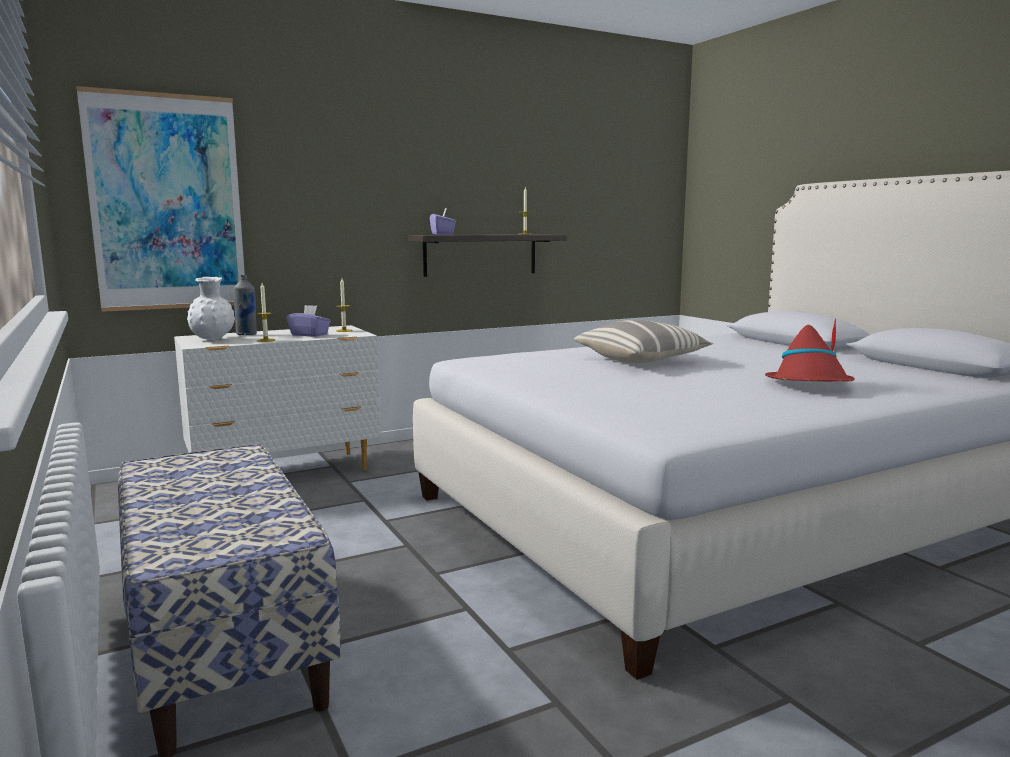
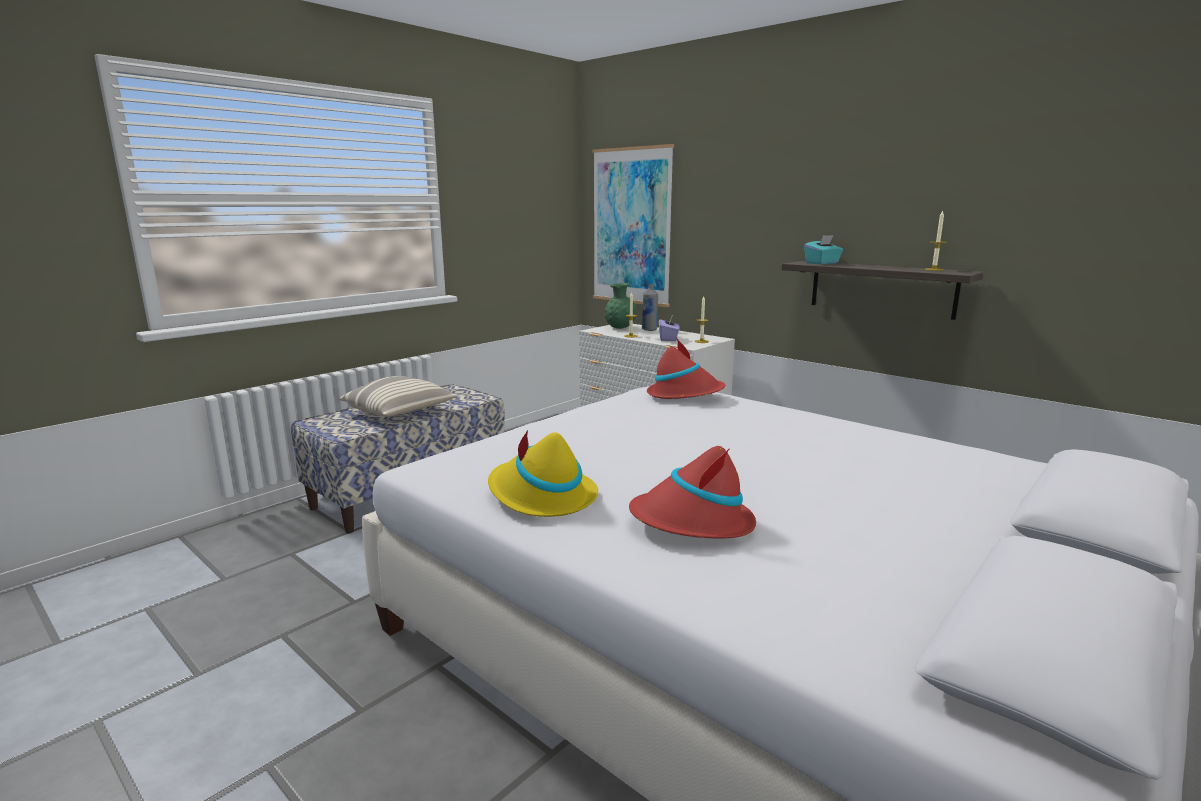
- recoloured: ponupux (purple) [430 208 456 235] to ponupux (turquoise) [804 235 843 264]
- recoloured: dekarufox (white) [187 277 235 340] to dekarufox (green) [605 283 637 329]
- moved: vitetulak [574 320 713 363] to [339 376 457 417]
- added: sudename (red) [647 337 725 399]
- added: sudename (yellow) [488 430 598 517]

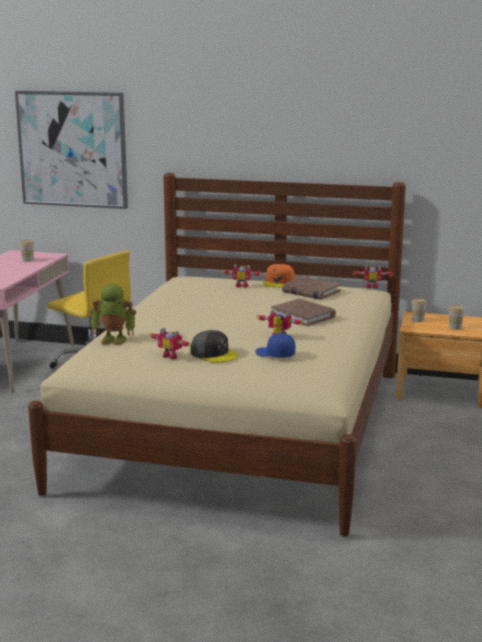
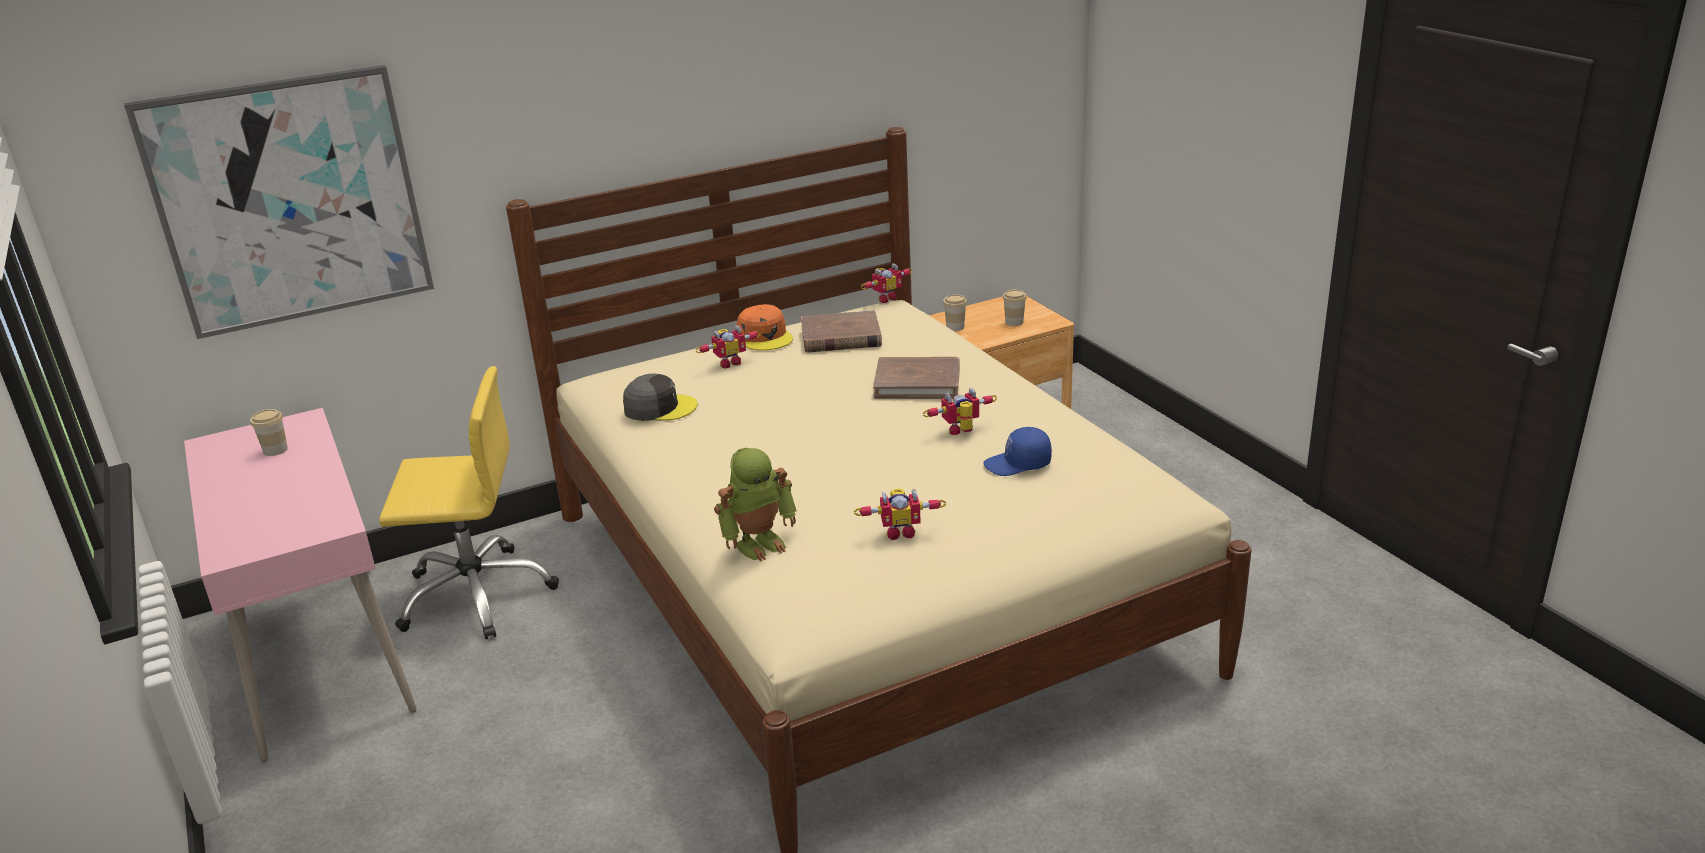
- moved: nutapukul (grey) [191 330 238 362] to [623 373 698 421]

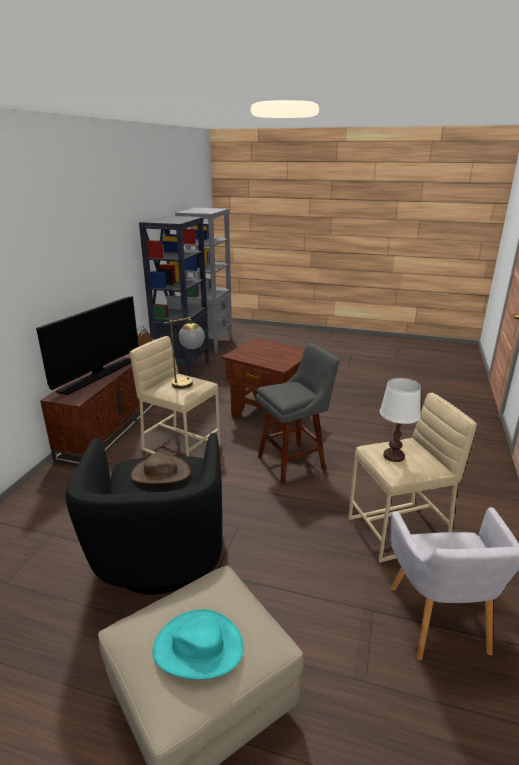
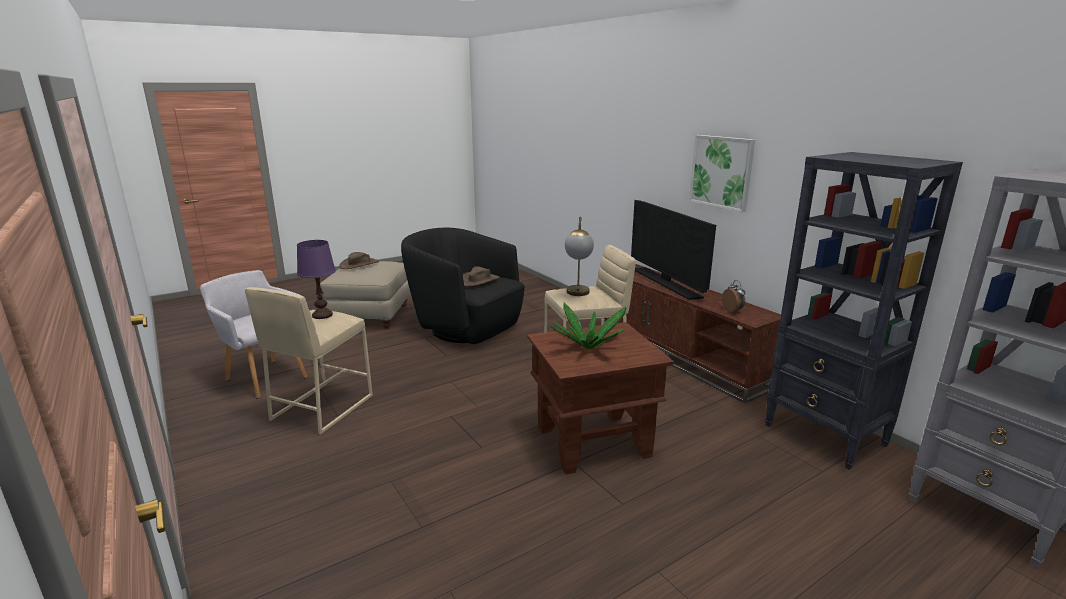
- removed: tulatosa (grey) [256 343 339 484]
- recoloured: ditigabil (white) [380 378 421 462] to ditigabil (purple) [297 240 336 319]
- recoloured: sudename (turquoise) [153 609 244 680] to sudename (brown) [339 252 380 269]
- added: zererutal [689 135 755 213]
- added: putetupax [550 302 627 349]

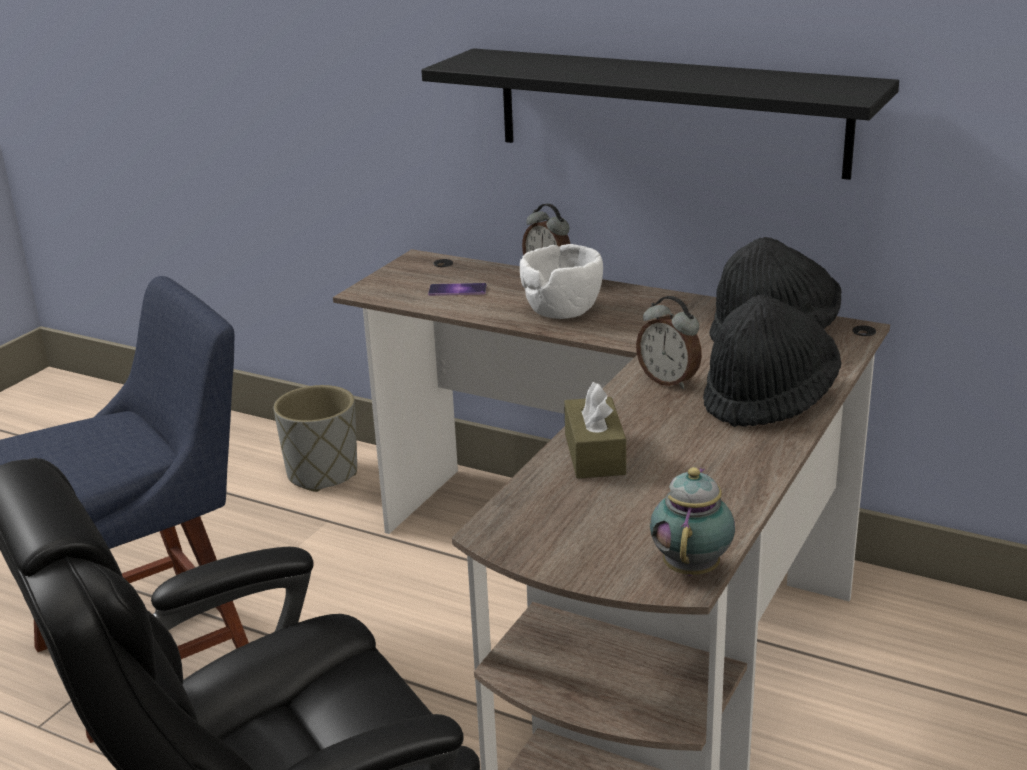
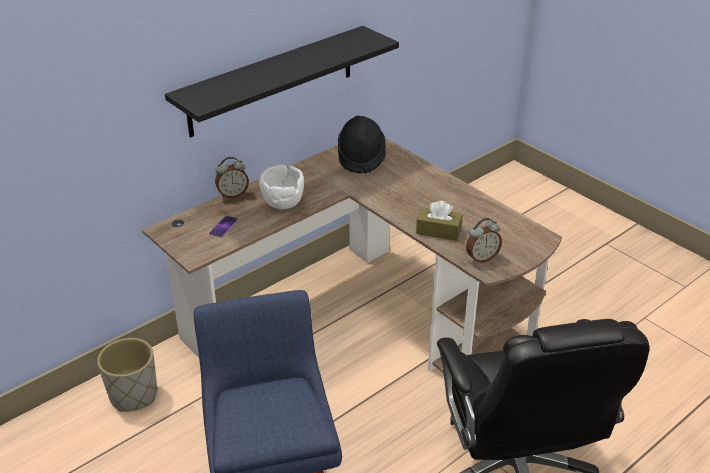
- removed: sudename (black) [703 295 841 427]
- moved: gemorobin [636 296 702 389] to [466 218 502 263]
- removed: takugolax [650 467 735 576]

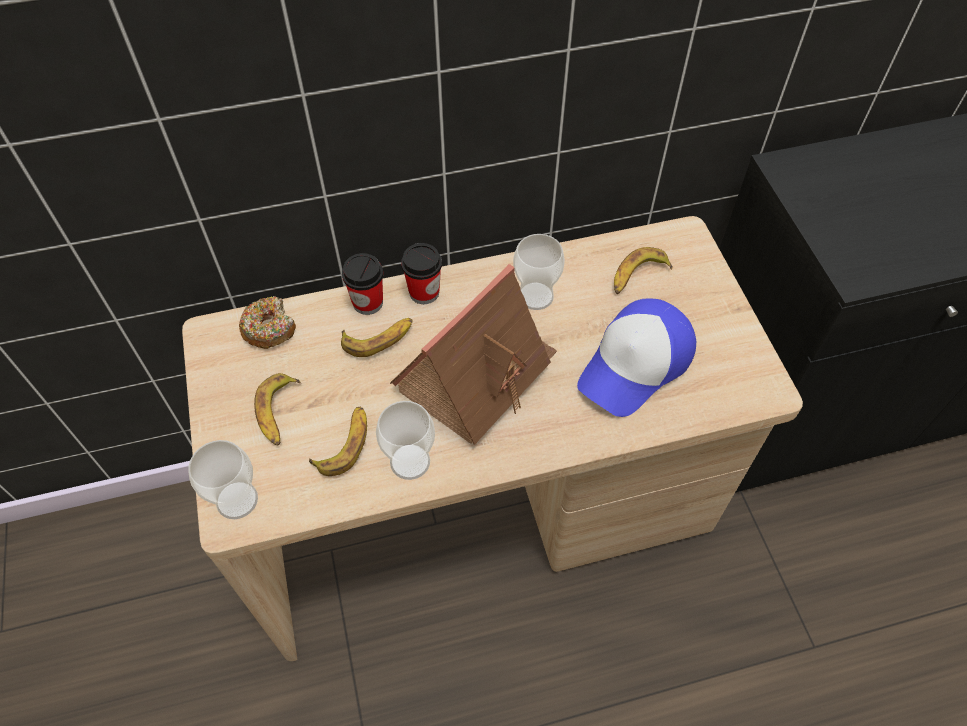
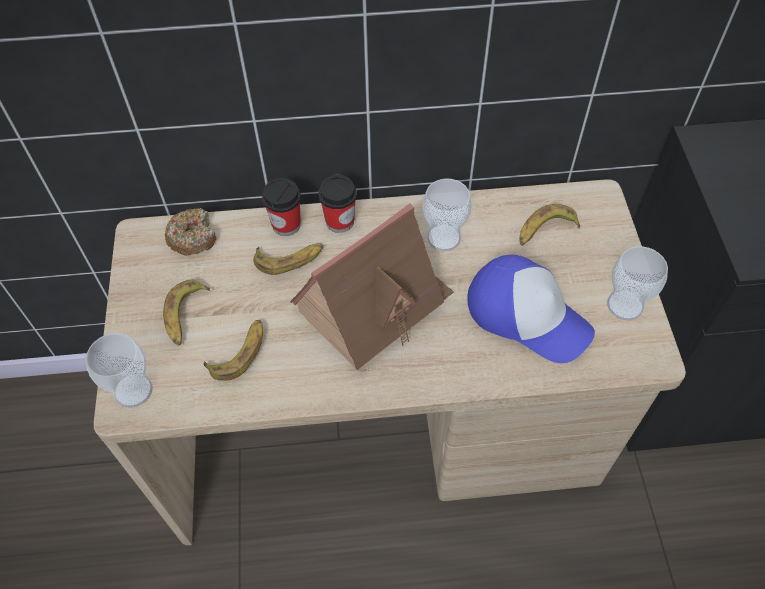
- turned: nutapukul [577 299 696 417] = [467 254 595 363] 105 degrees counterclockwise
- moved: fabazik [376 401 435 480] to [607 246 668 321]

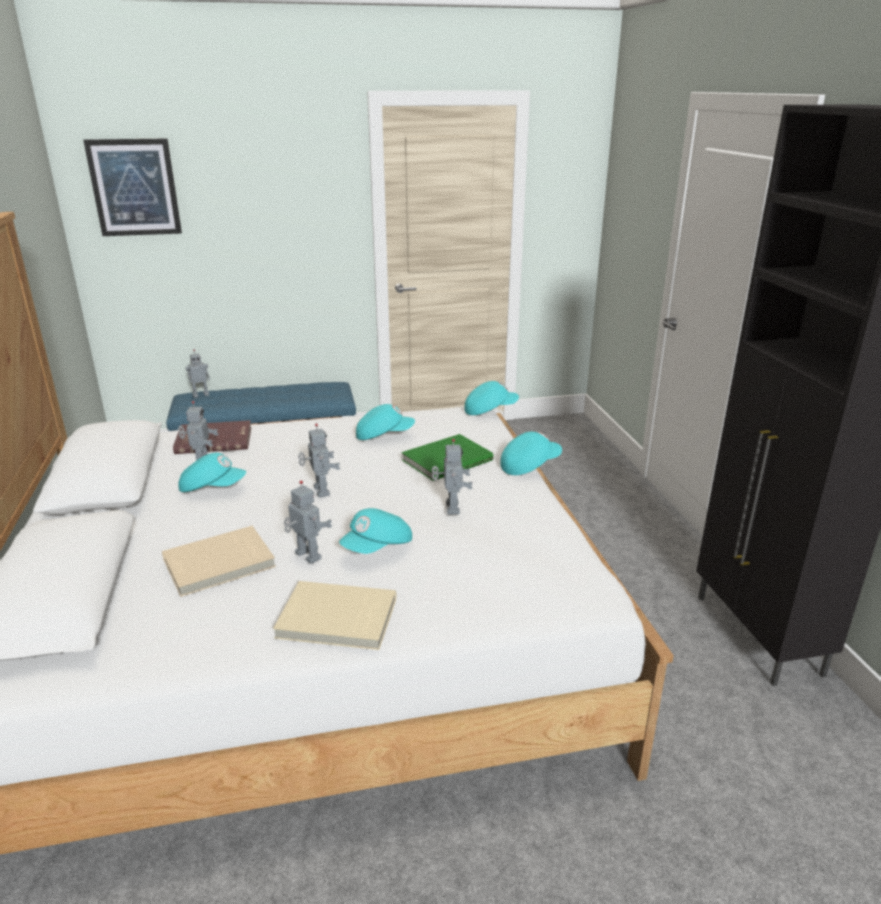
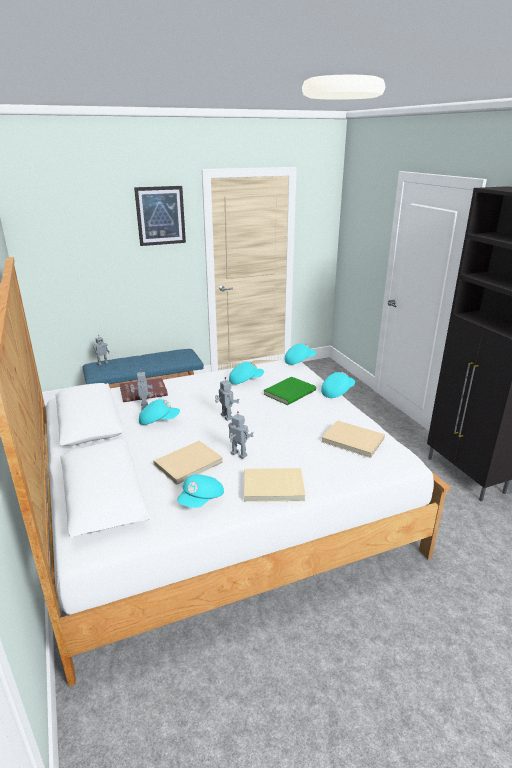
- moved: zererutal [83 138 182 236] to [134 186 186 246]
- removed: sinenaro [432 439 473 515]
- moved: nutapukul (turquoise) [339 508 412 554] to [177 474 224 508]
- added: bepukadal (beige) [322 420 385 458]

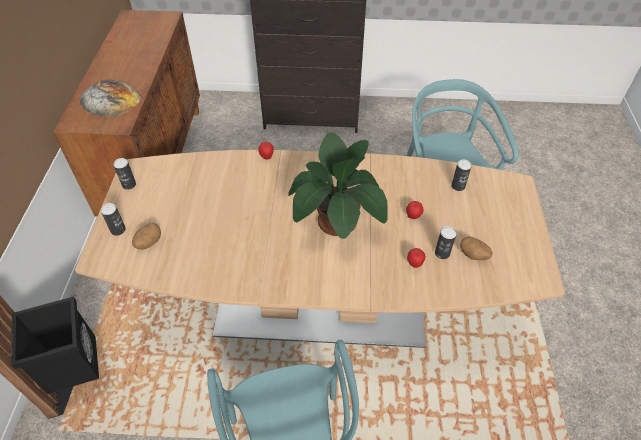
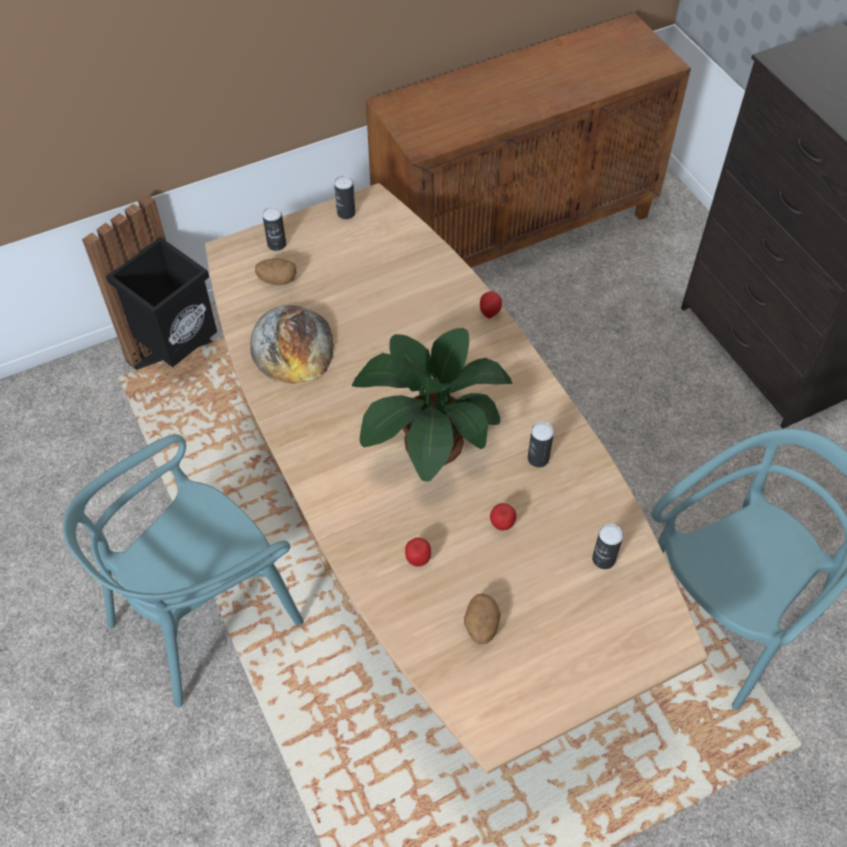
- moved: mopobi [80 79 141 117] to [250 305 334 384]
- moved: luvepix [435 226 457 259] to [527 422 554 467]

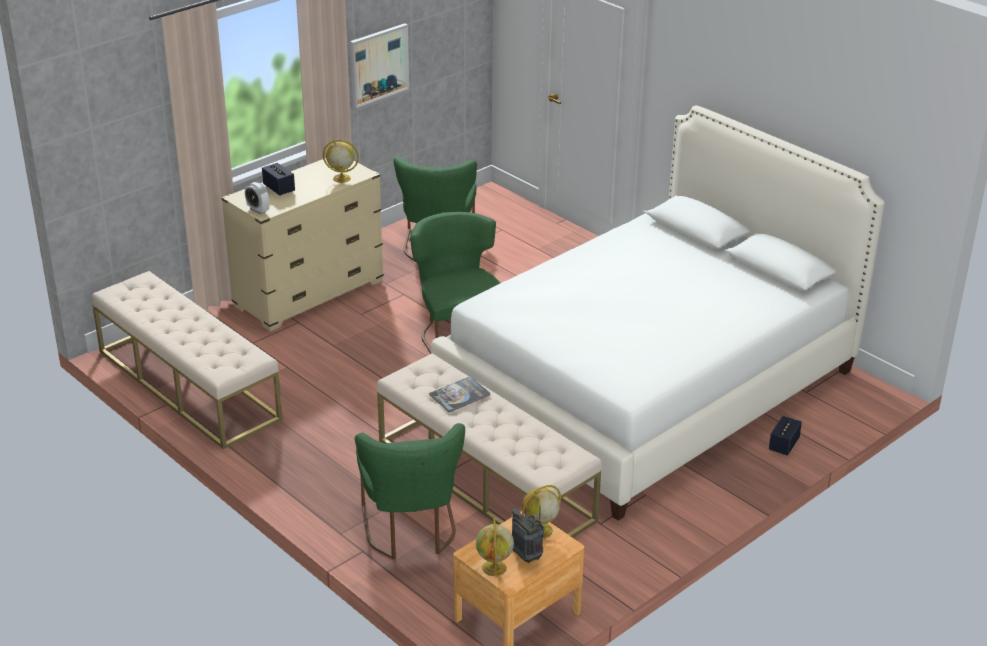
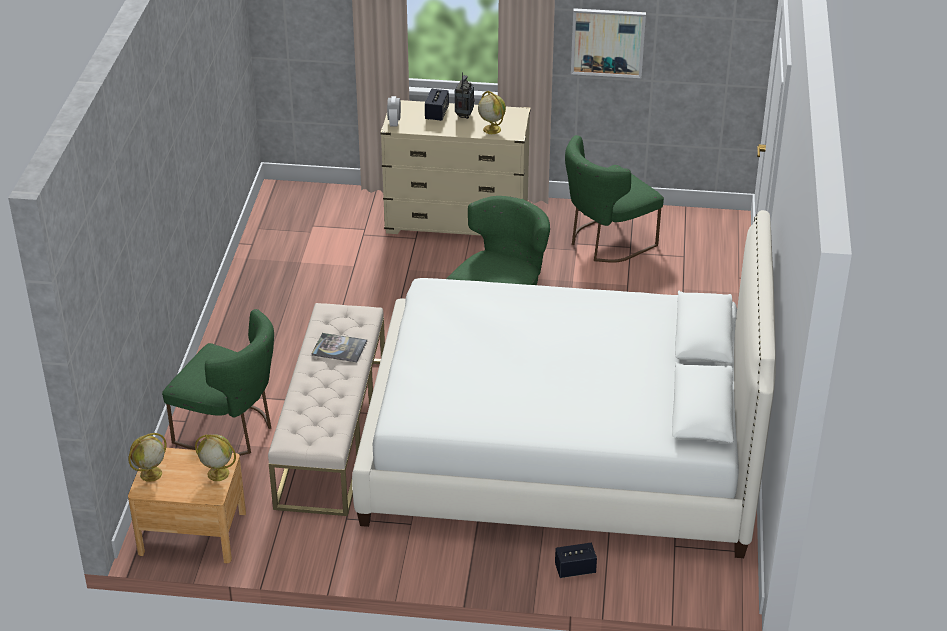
- removed: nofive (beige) [92 271 283 449]
- turned: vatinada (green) [355 423 465 560] = [162 309 274 456] 105 degrees counterclockwise
- moved: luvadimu [512 507 544 563] to [454 72 475 119]

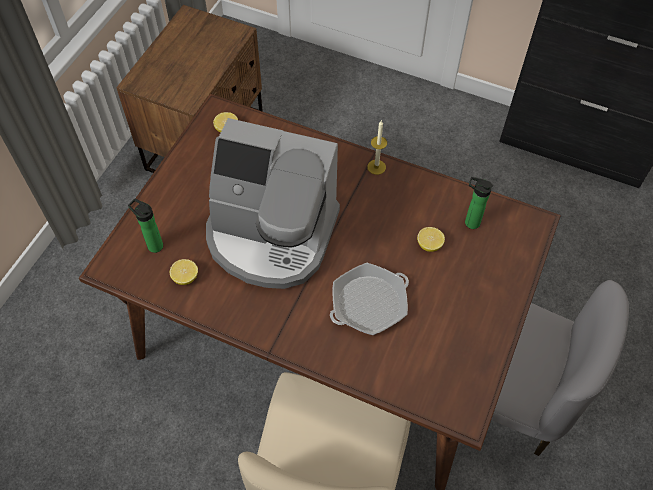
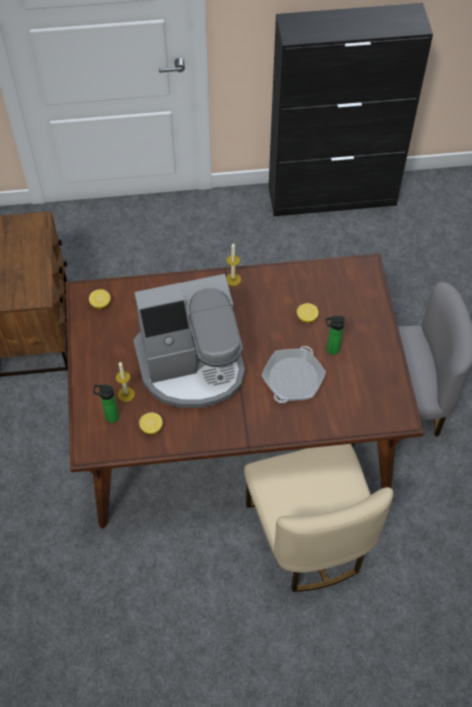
- moved: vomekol [465 177 493 229] to [325 316 345 355]
- added: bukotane [116 362 135 402]

